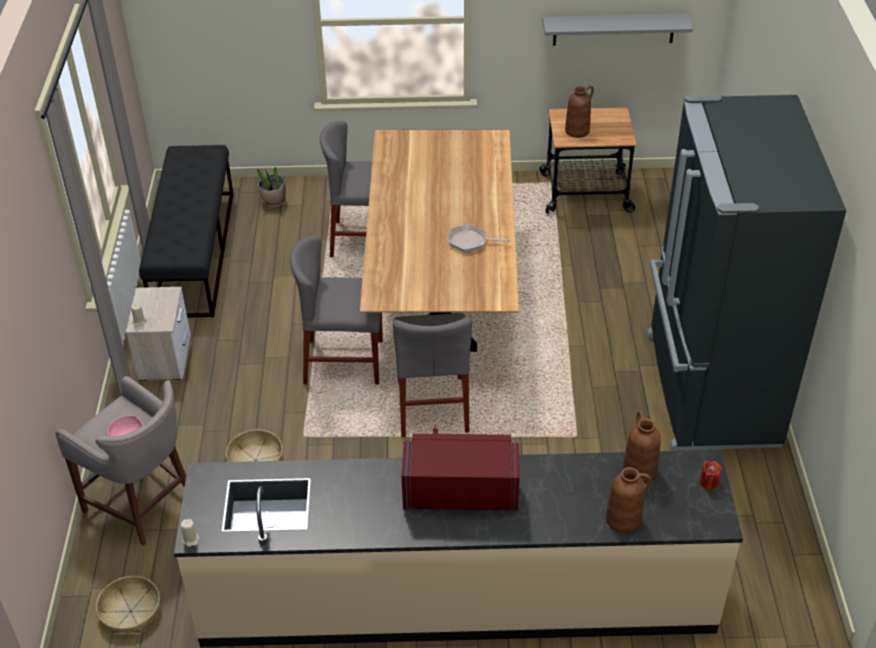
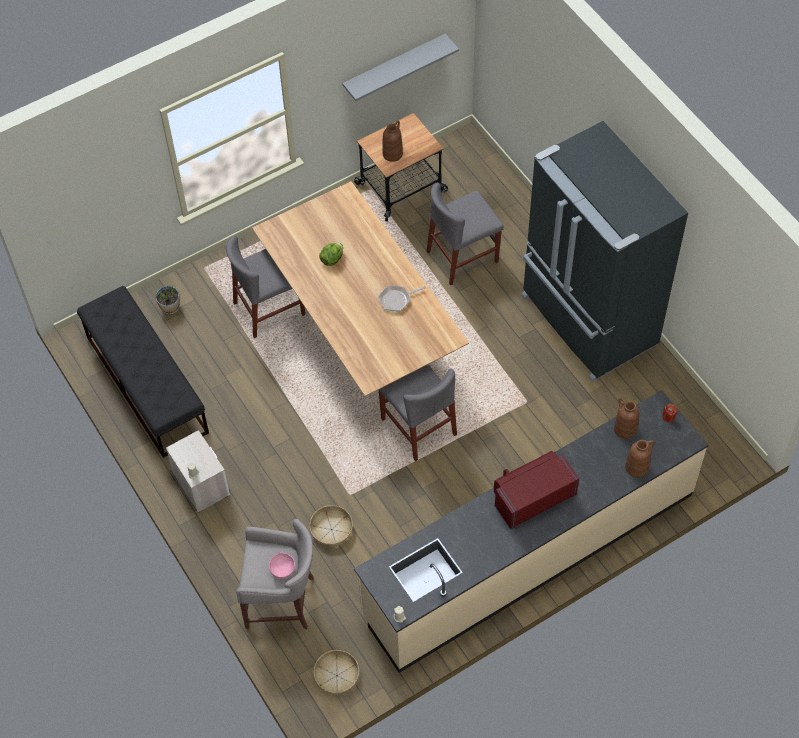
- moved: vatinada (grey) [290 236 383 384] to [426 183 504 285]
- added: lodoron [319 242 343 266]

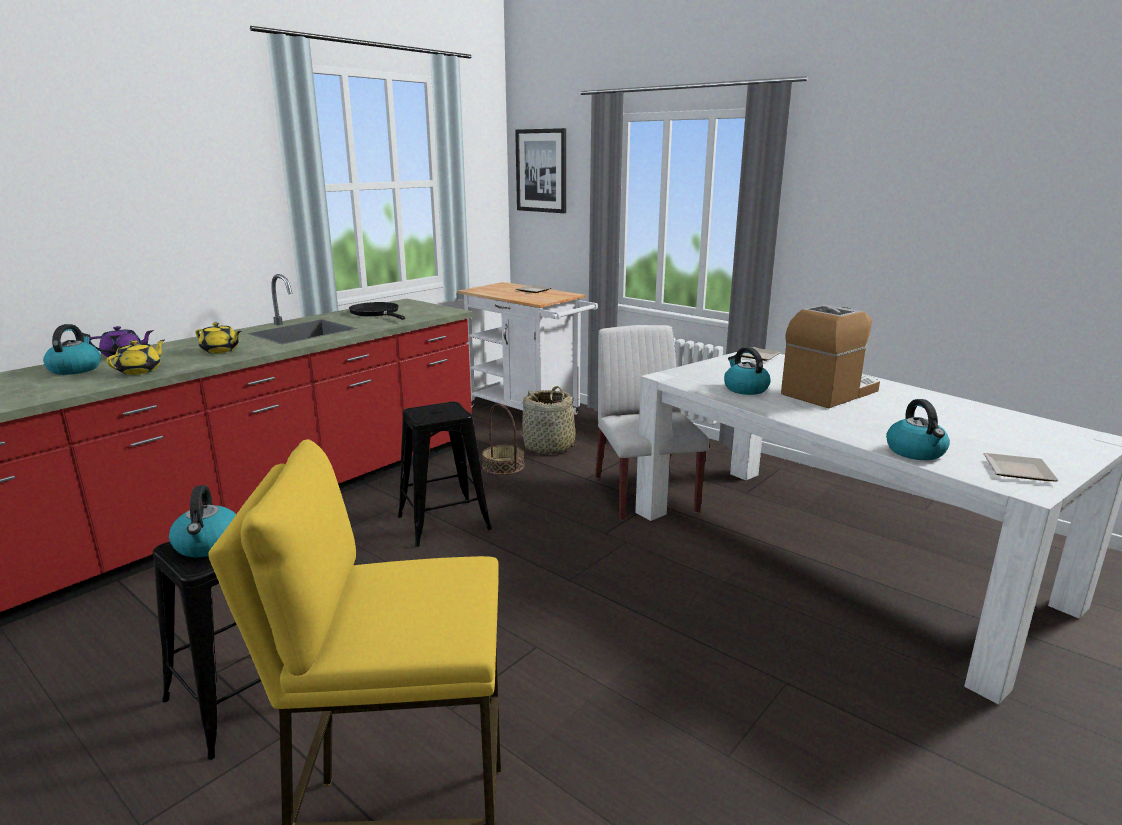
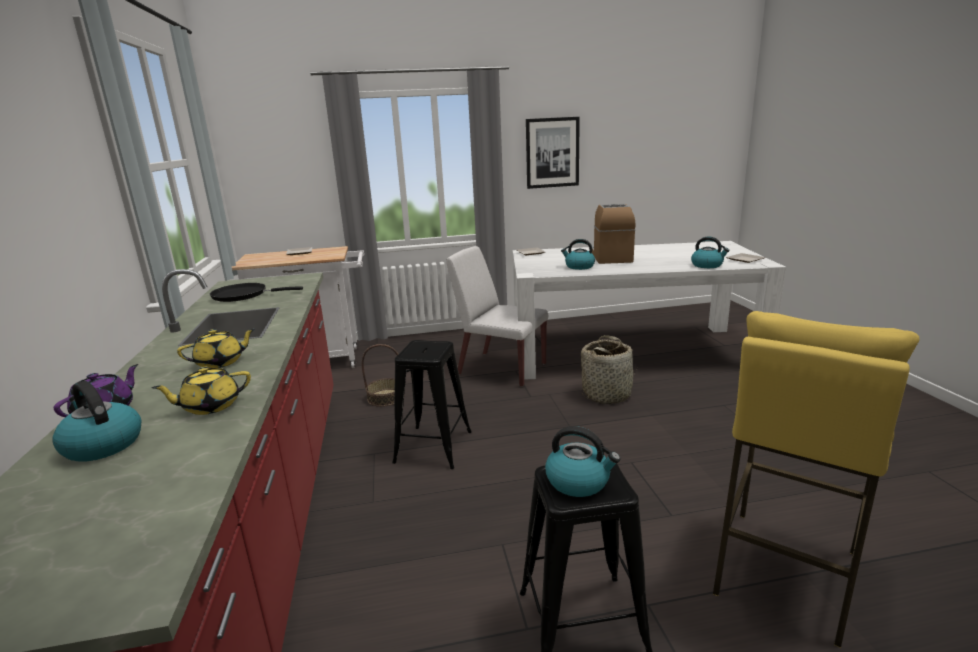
- moved: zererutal [515 128 566 213] to [526 117 580 189]
- turned: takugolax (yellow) [106 339 165 375] = [152 367 251 415] 90 degrees counterclockwise
- moved: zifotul [520 386 584 454] to [581 335 638 404]

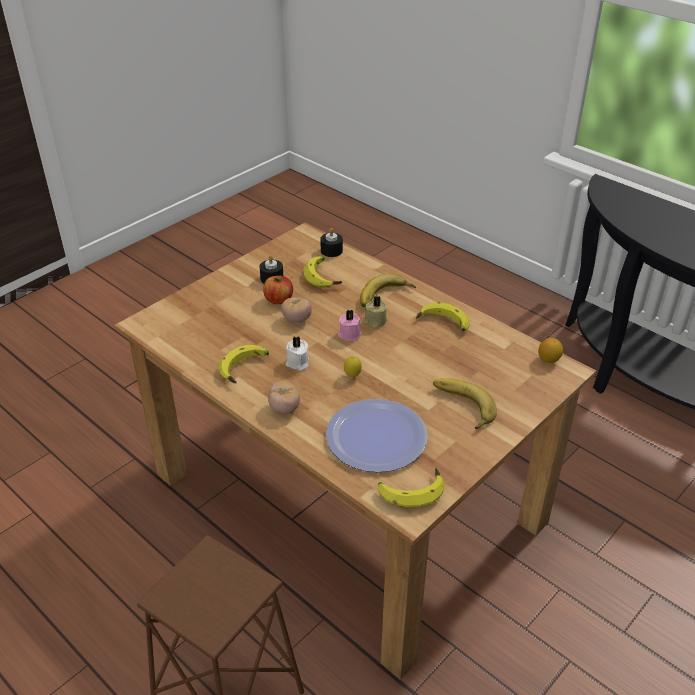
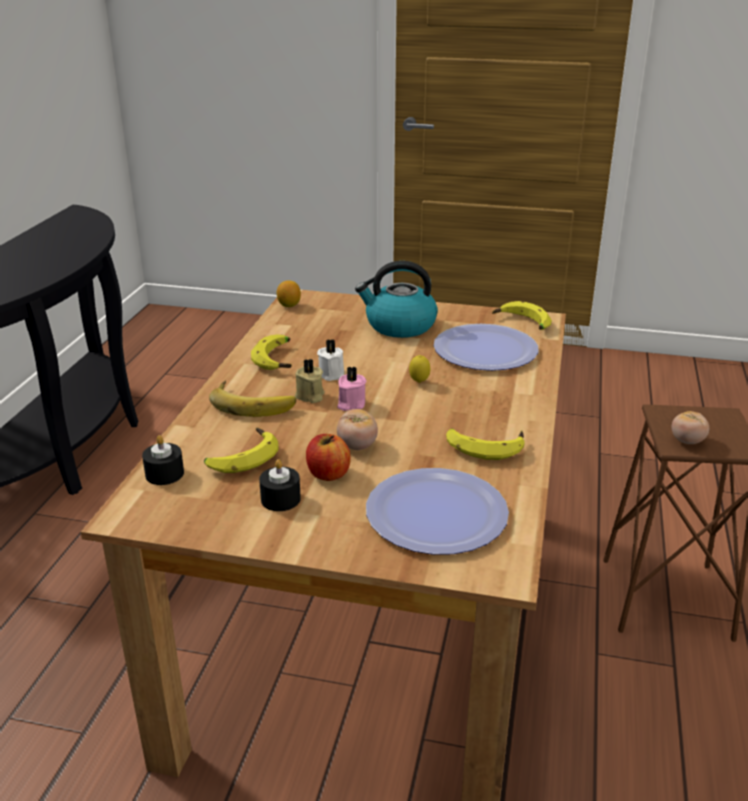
- moved: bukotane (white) [286 336 309 371] to [317 339 344 381]
- replaced: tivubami [433 378 497 429] to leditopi [355 261 438 338]
- moved: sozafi [268 381 300 414] to [672 411 709 444]
- added: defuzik [366 468 509 555]

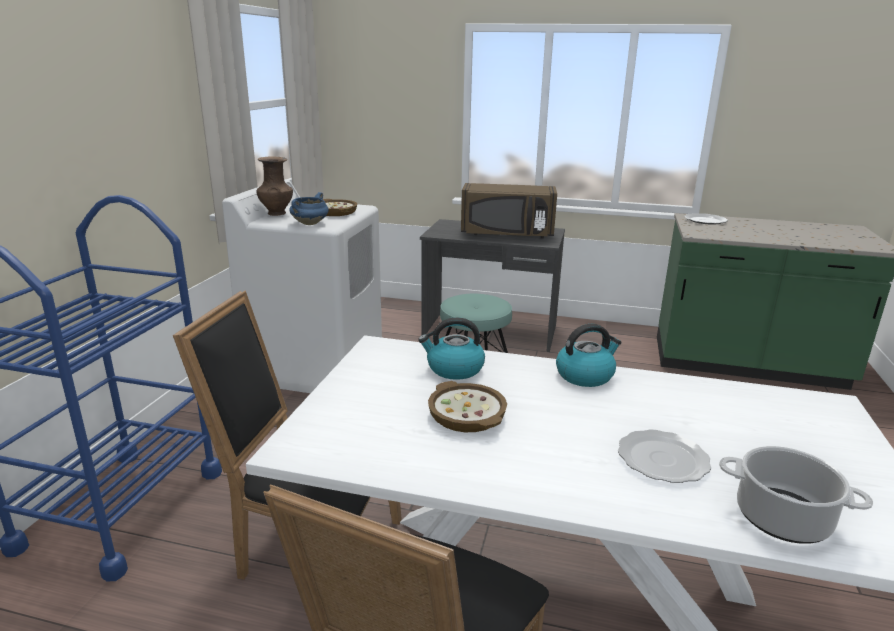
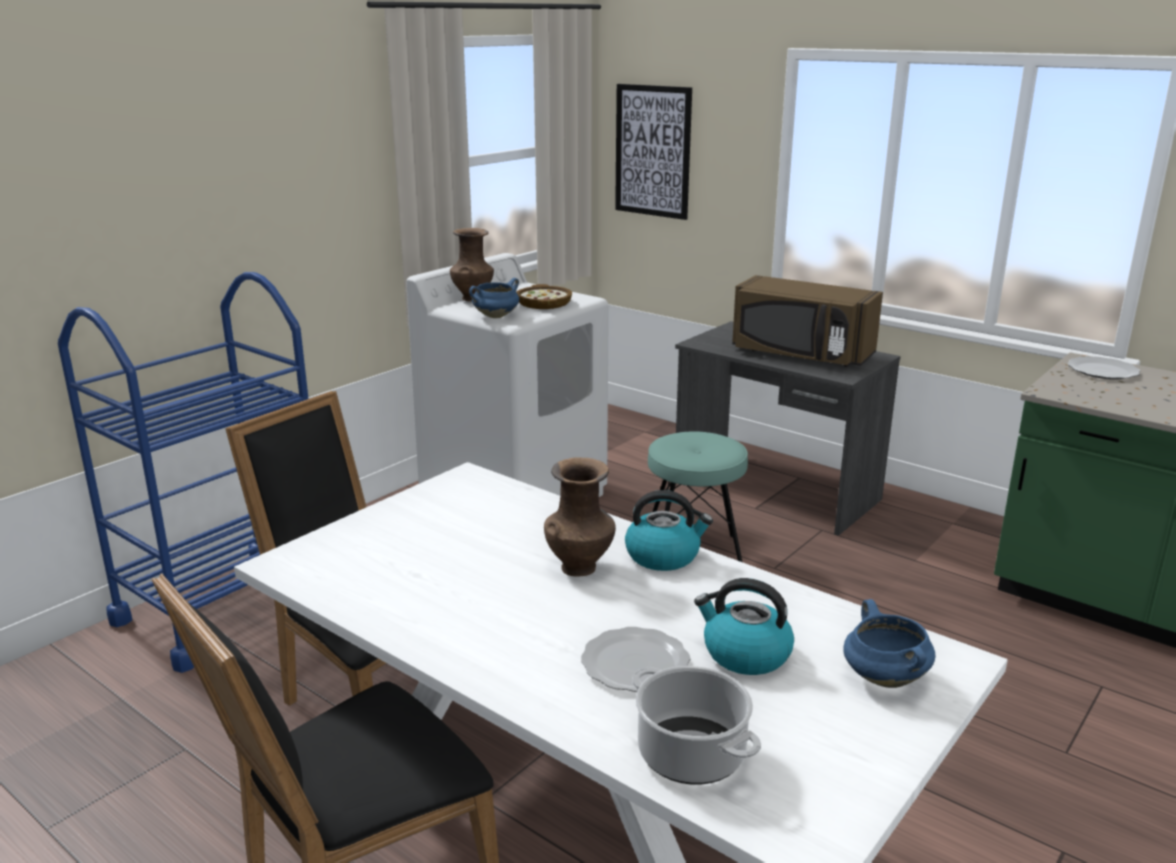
- moved: leditopi [418 317 485 380] to [694 578 794 675]
- removed: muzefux [428 381 507 432]
- added: zererutal [615 84 692 220]
- added: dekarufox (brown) [544 457 616 577]
- added: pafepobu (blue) [843 599 936 688]

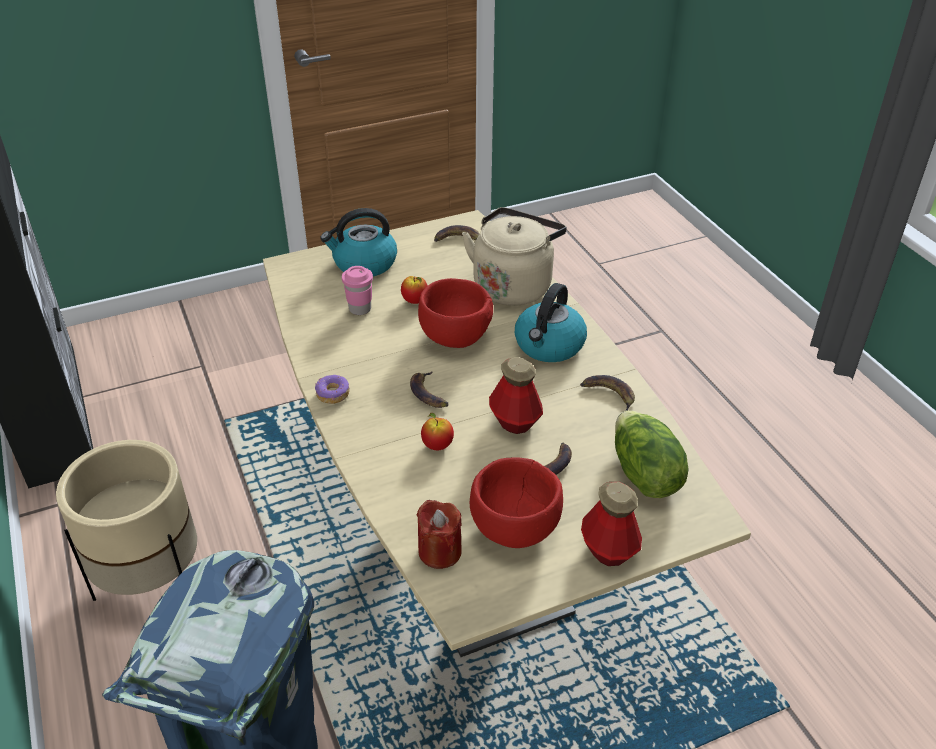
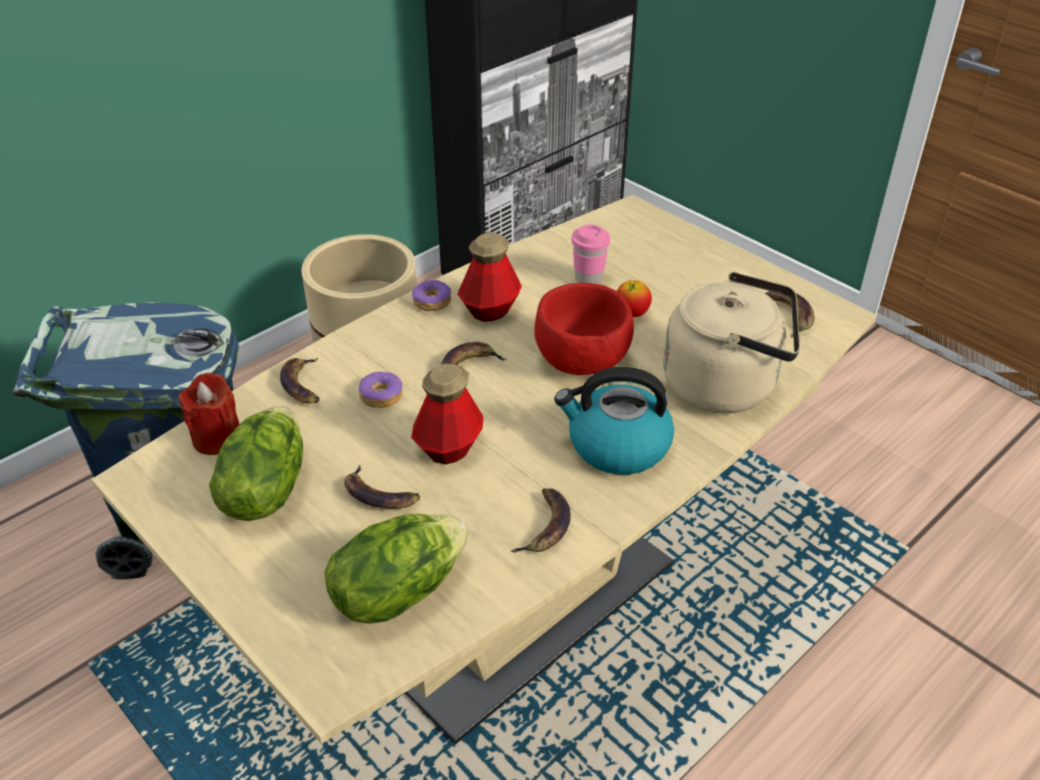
- removed: leditopi [320 208 397 277]
- replaced: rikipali [421 413 454 450] to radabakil [358 371 402 408]
- replaced: muzefux (red) [470 458 563 548] to lodoron [209 406 303 521]
- moved: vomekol [581 481 642 566] to [457 232 522 322]
- added: tivubami [280 358 320 403]

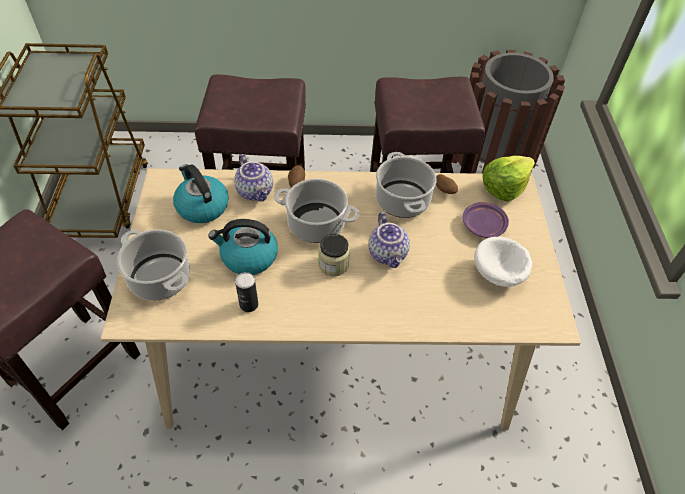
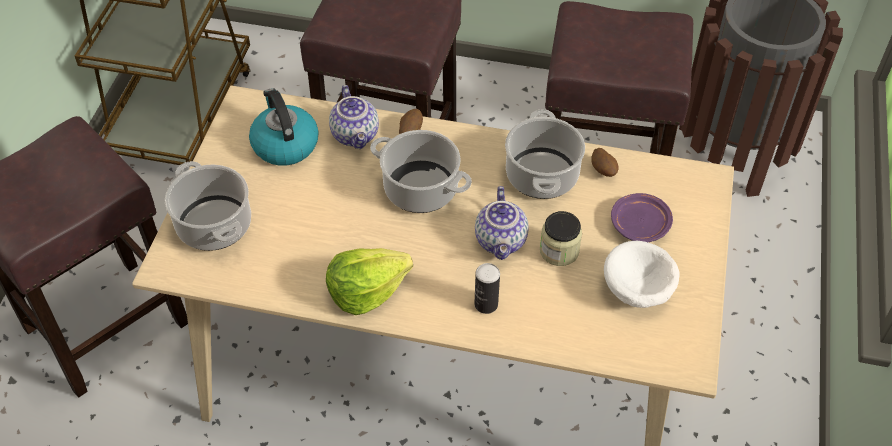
- moved: lodoron [483 156 535 202] to [326 248 413 315]
- removed: leditopi [208 219 278 275]
- moved: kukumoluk [318 234 350 277] to [540 211 582 266]
- moved: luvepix [235 272 258 312] to [474 263 500 314]

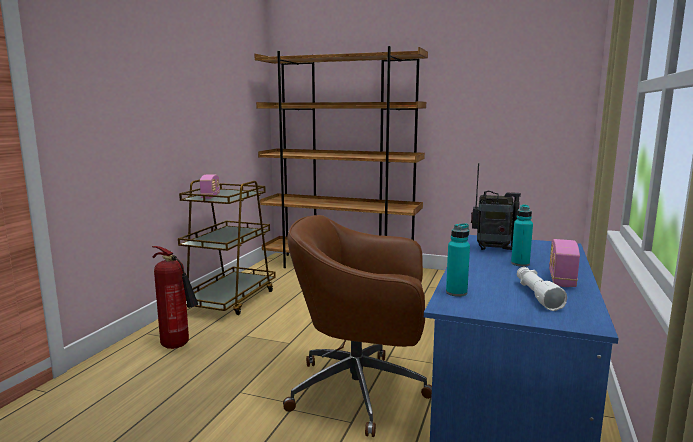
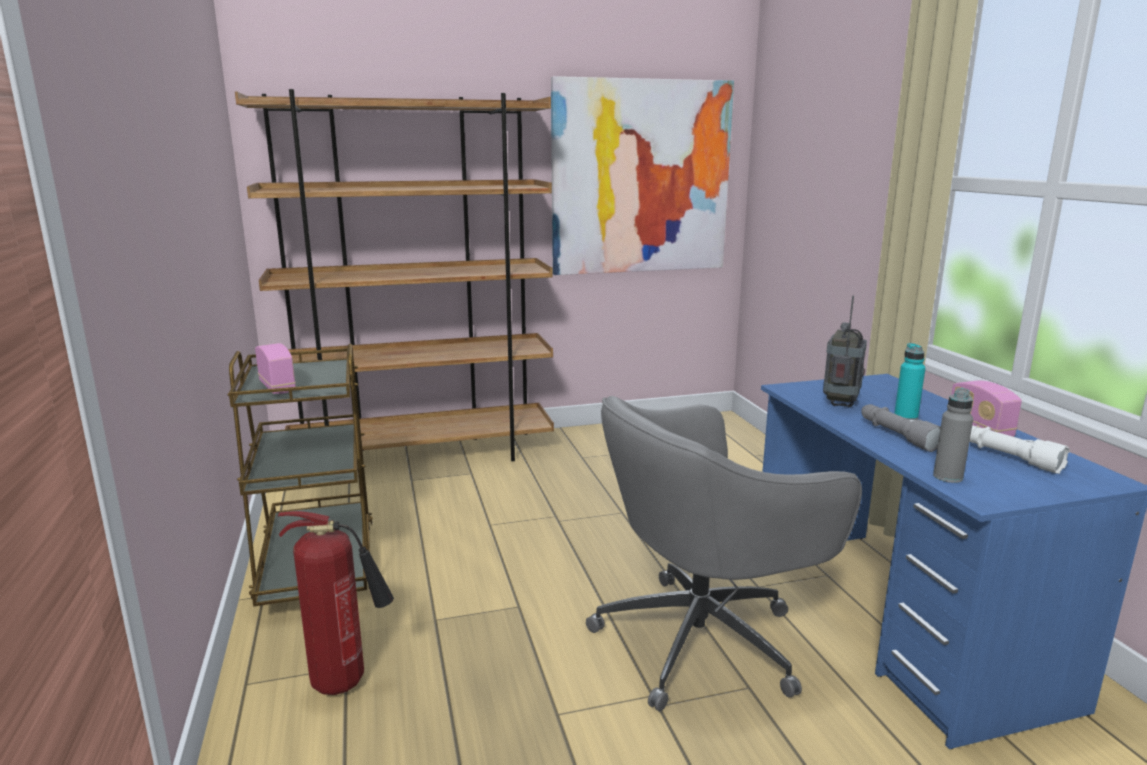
- turned: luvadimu [471 163 521 250] = [823 295 867 407] 45 degrees counterclockwise
- recoloured: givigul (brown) [283 215 432 437] to givigul (grey) [586 396 862 712]
- recoloured: vomekol (turquoise) [446 223 470 297] to vomekol (grey) [933 388 973 483]
- added: zererutal [551 76 734 275]
- added: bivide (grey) [861 404 941 452]

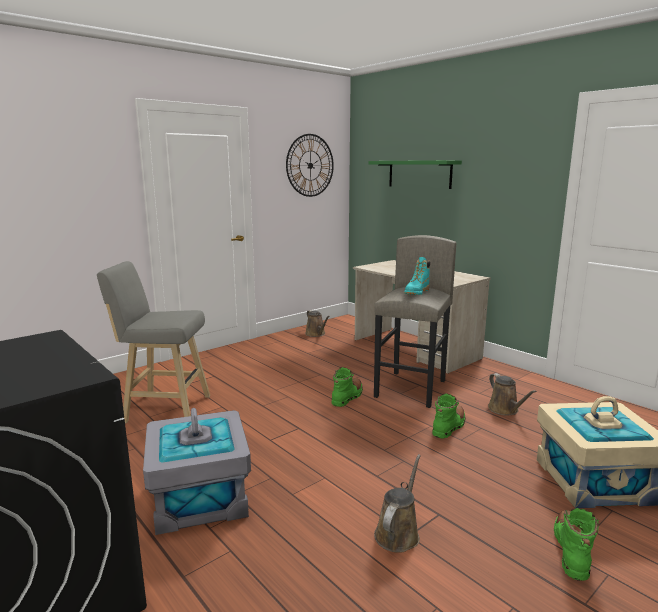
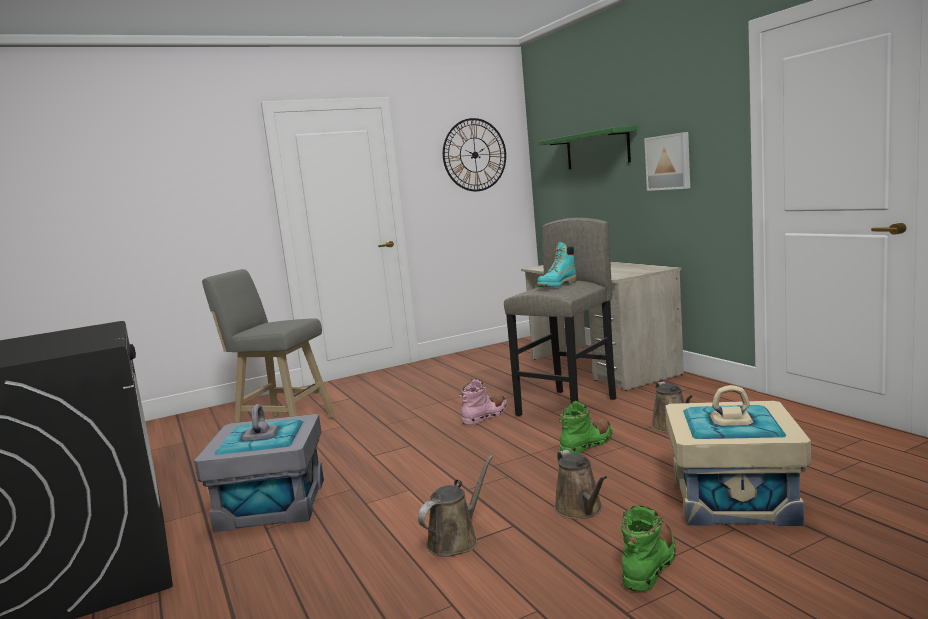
- moved: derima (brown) [305 310 330 337] to [554 450 607 519]
- recoloured: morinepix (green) [332 367 363 407] to morinepix (pink) [459 379 507 425]
- added: zererutal [644 132 690 191]

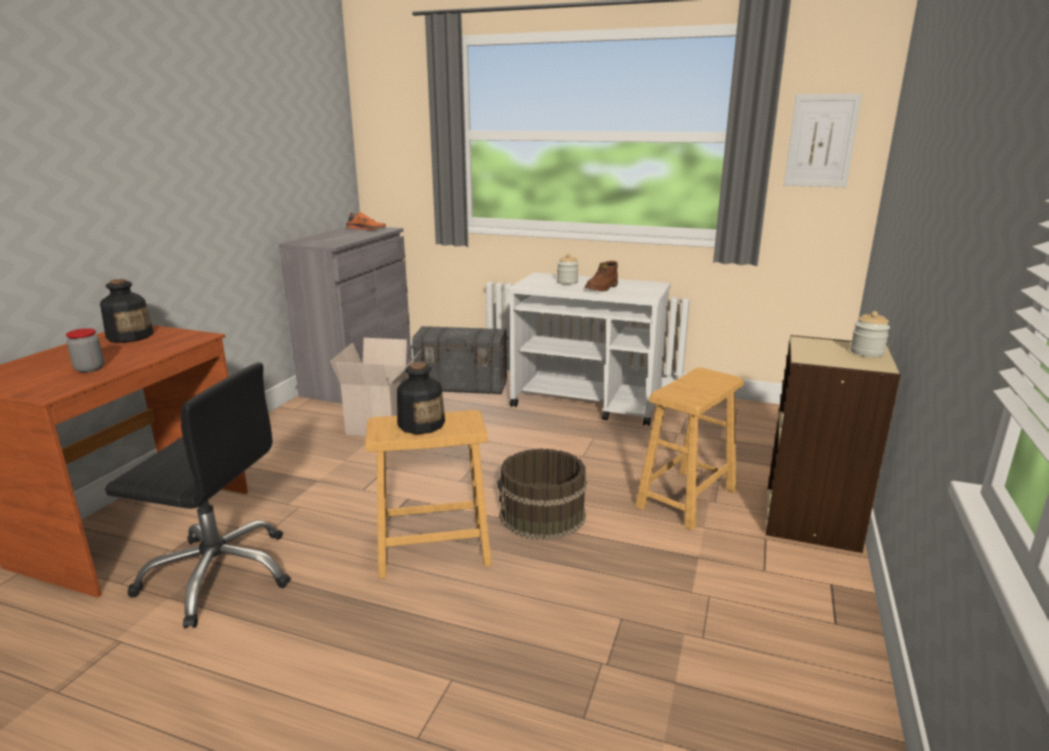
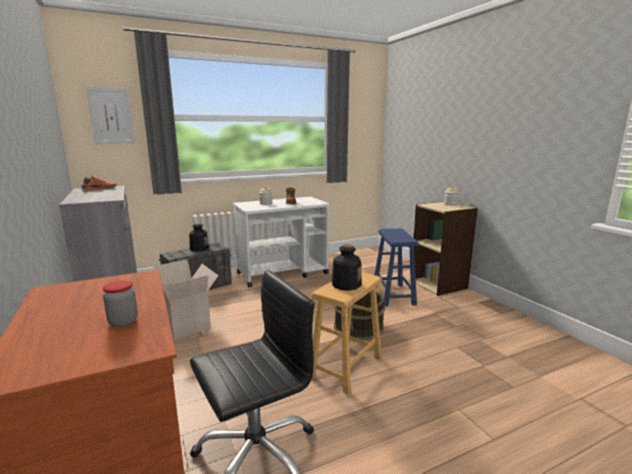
- moved: zererutal [784 94 862 187] to [86 86 135 144]
- moved: vomekol [100 279 154 343] to [189 223 209 252]
- recoloured: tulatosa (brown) [635 368 744 531] to tulatosa (blue) [374 229 419 306]

